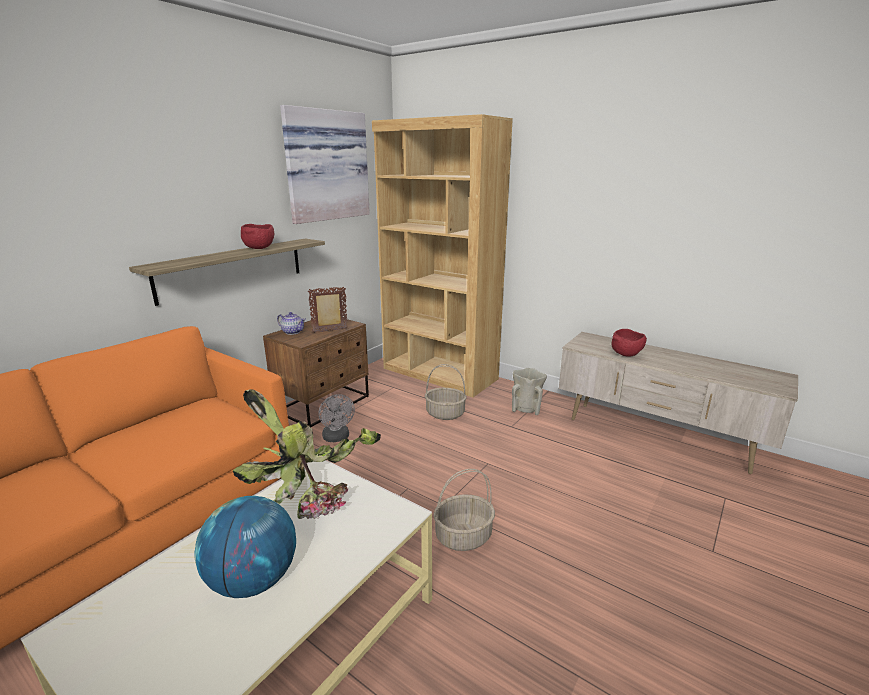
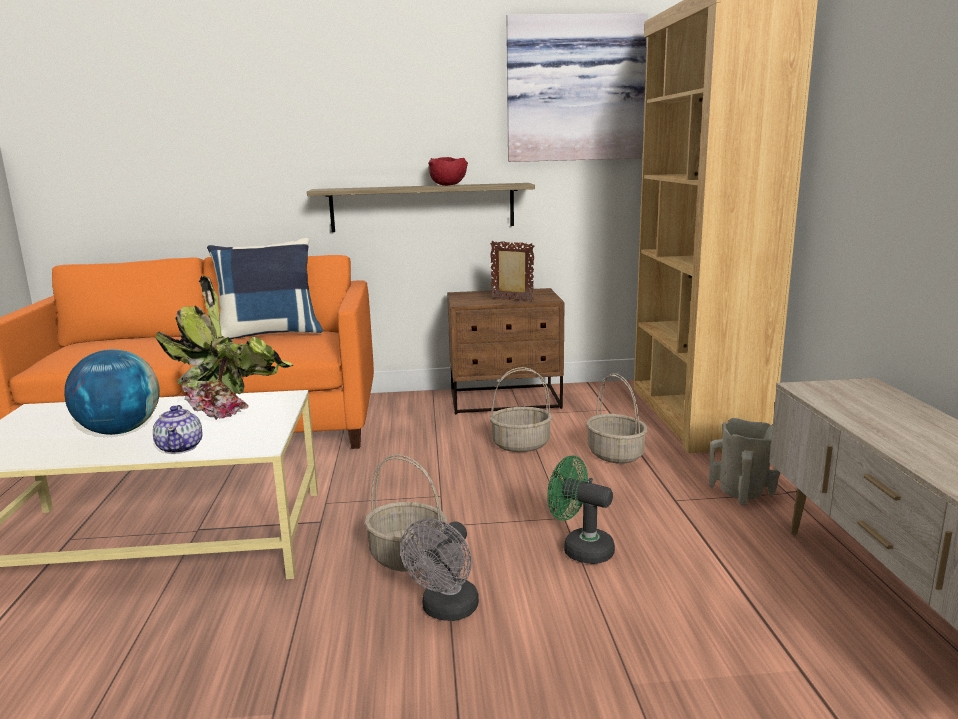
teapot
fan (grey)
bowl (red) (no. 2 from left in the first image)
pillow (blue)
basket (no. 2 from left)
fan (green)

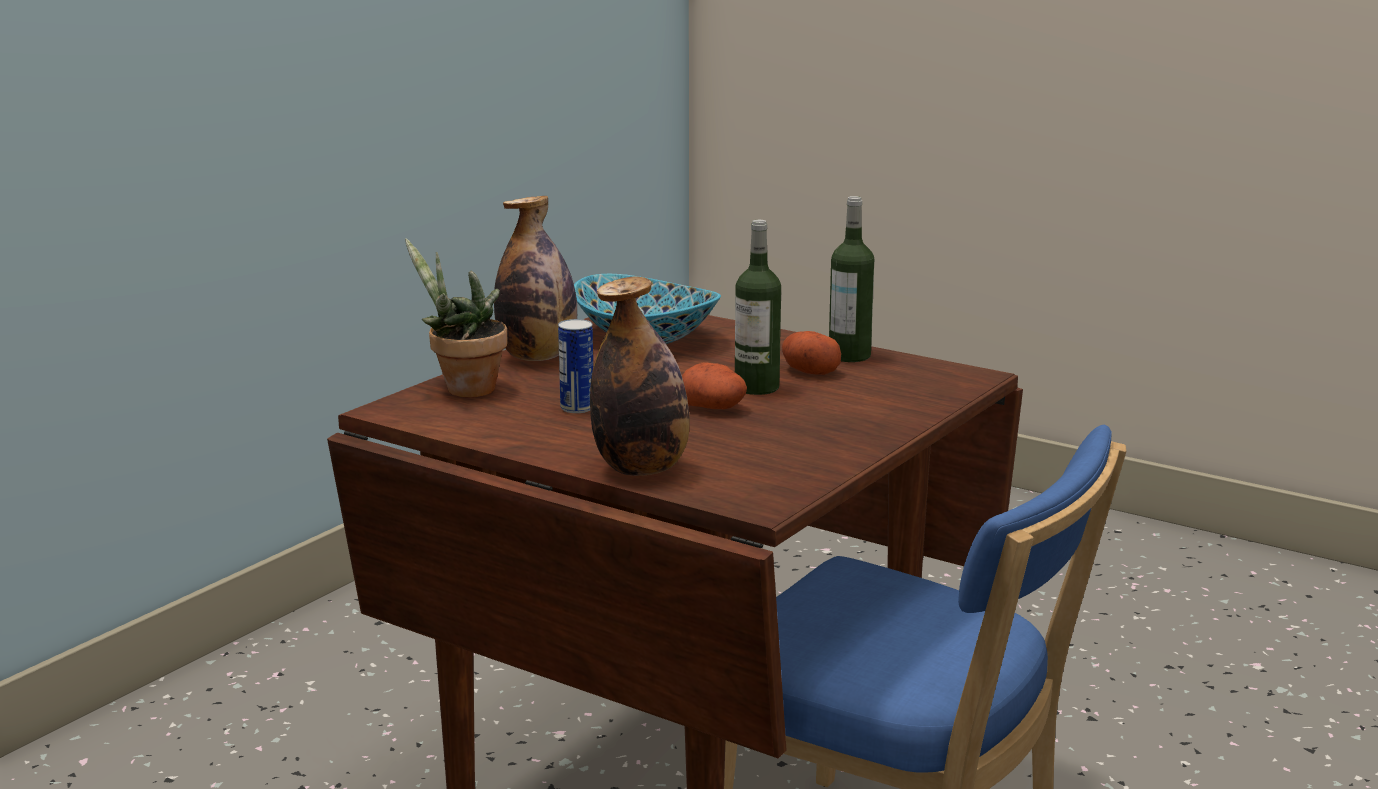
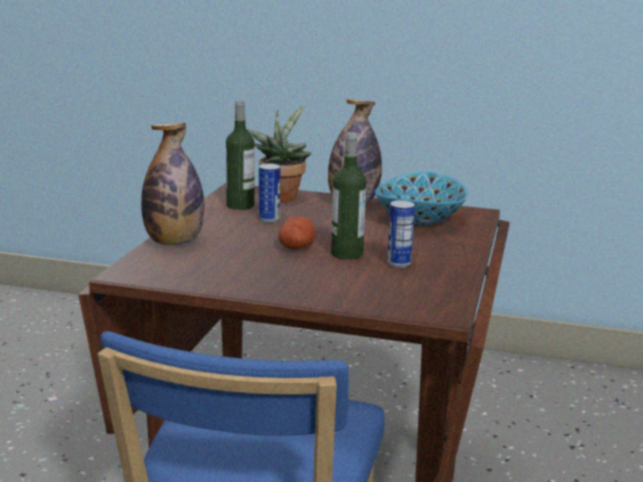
can (no. 2 from left)
bottle (no. 2 from left)

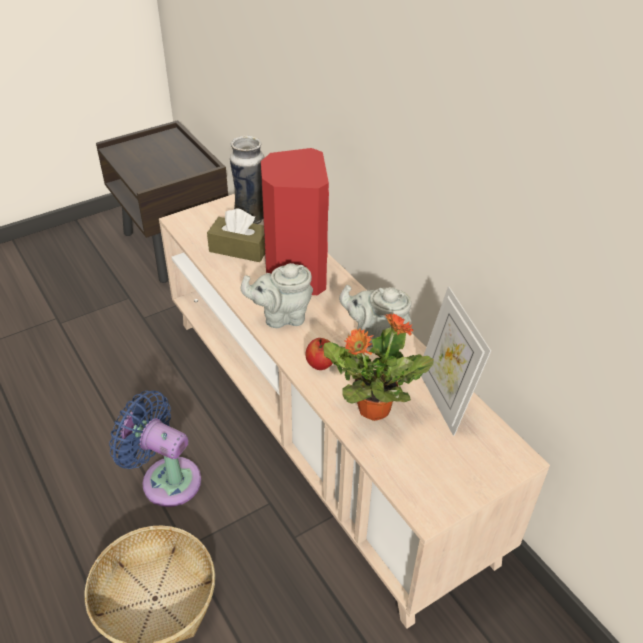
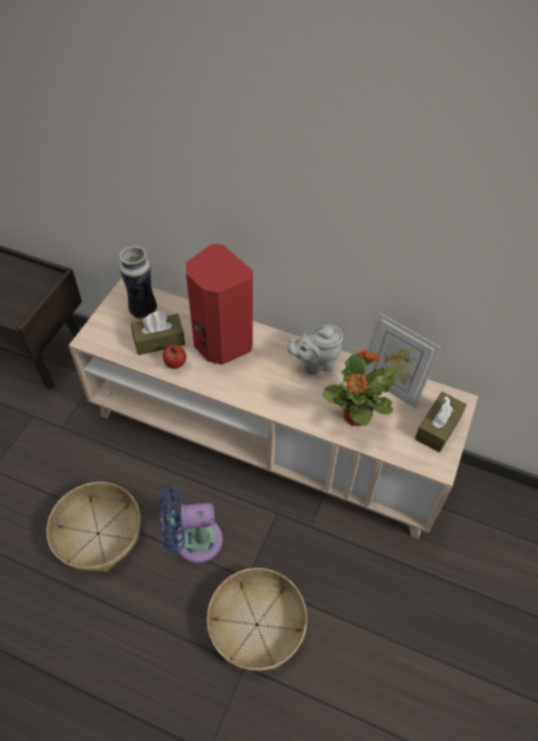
teapot (grey) (no. 1 from left in the first image)
apple
basket (no. 1 from left)
tissue box (brown) (no. 2 from left)

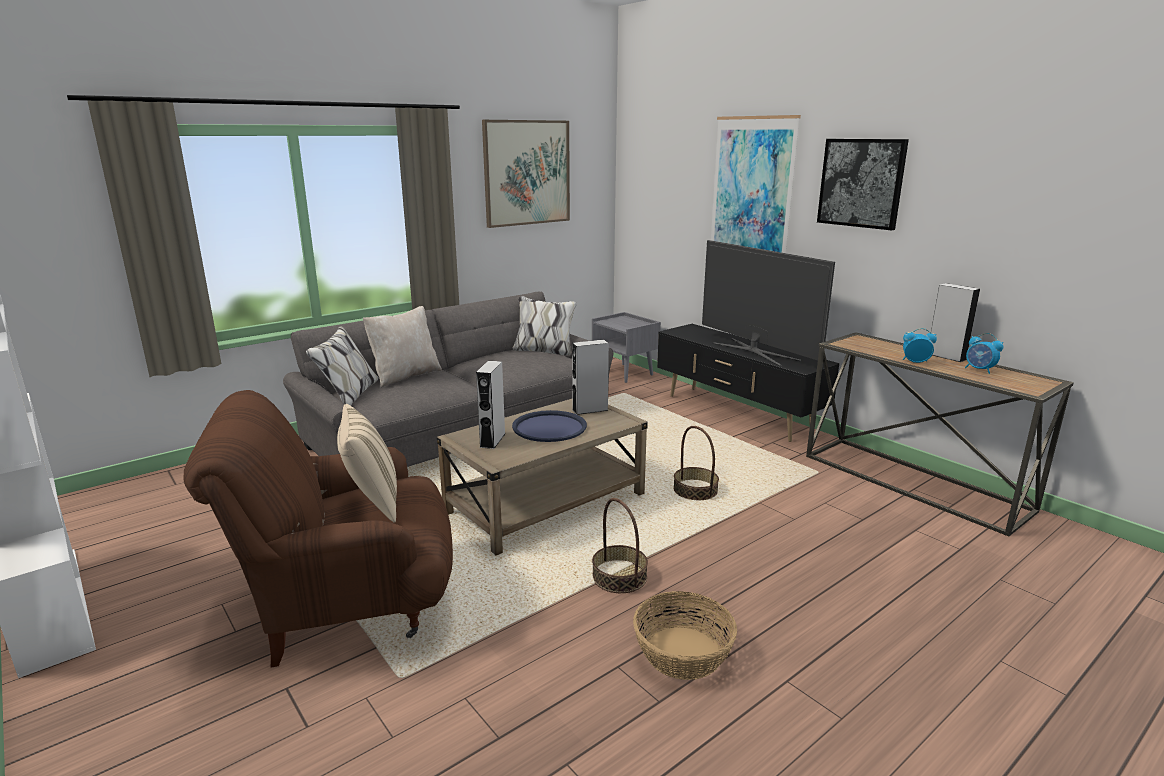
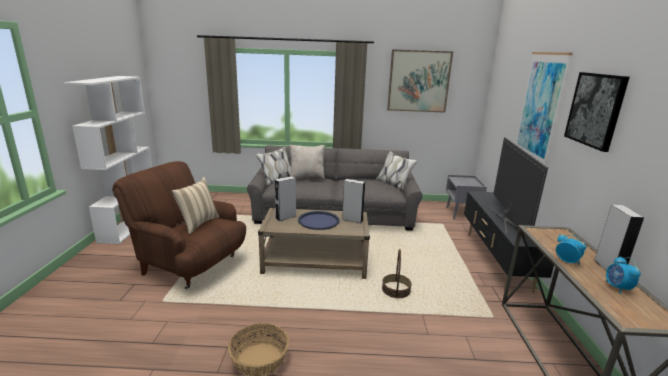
basket (no. 1 from left in the first image)

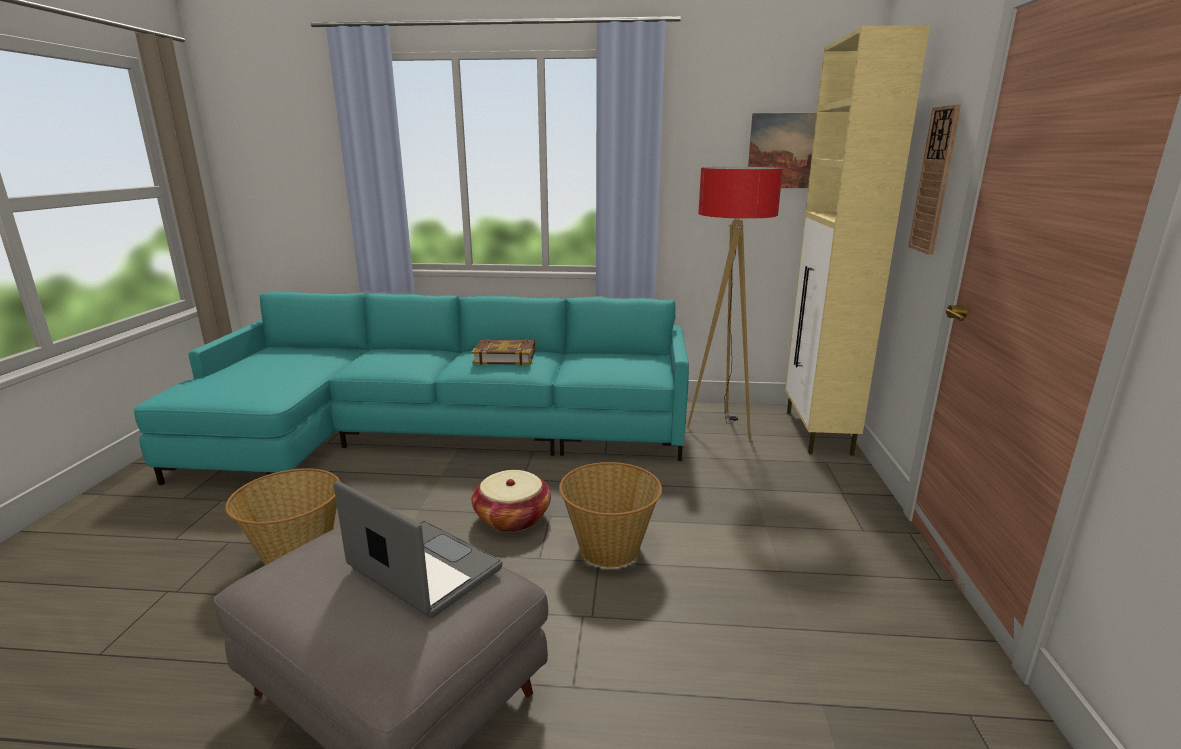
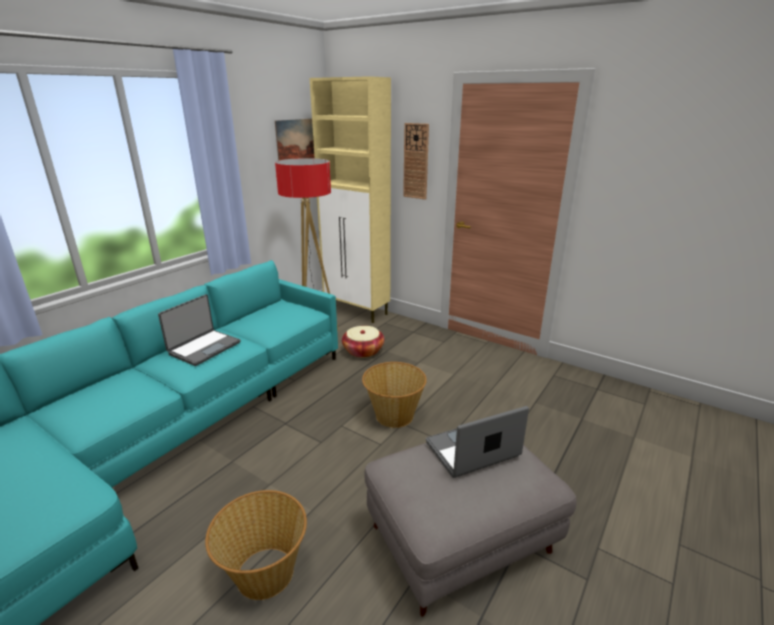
laptop (no. 1 from left)
basket (no. 2 from left)

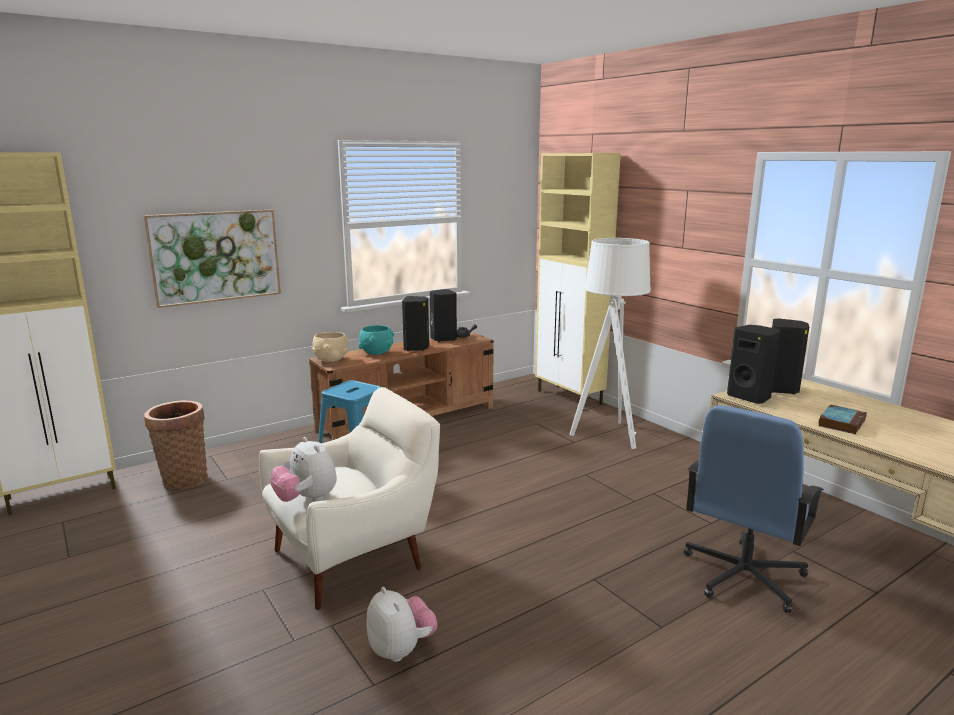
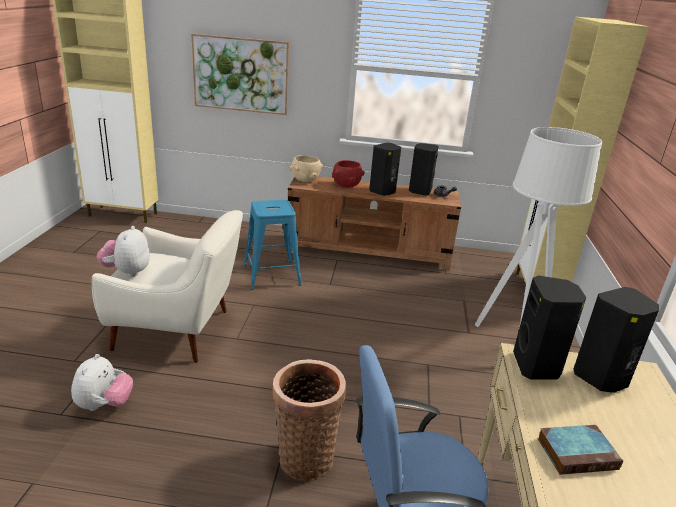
basket
bowl (red)

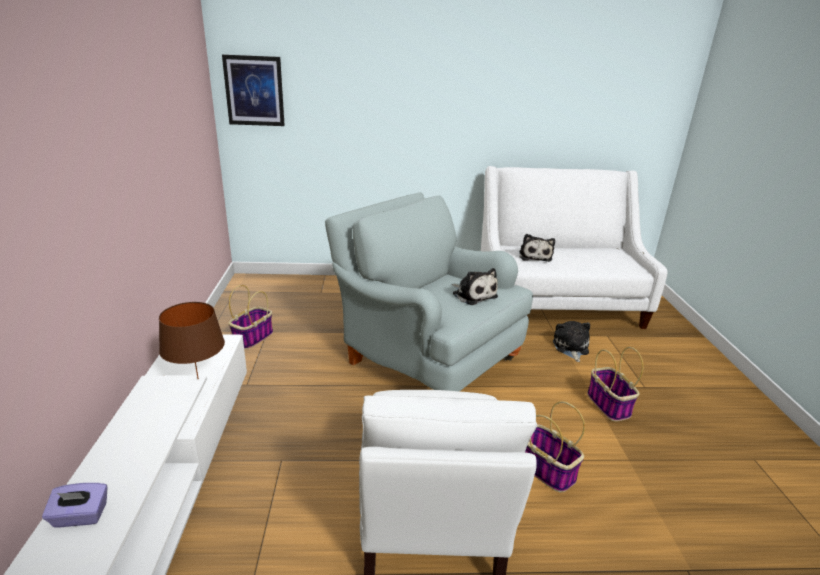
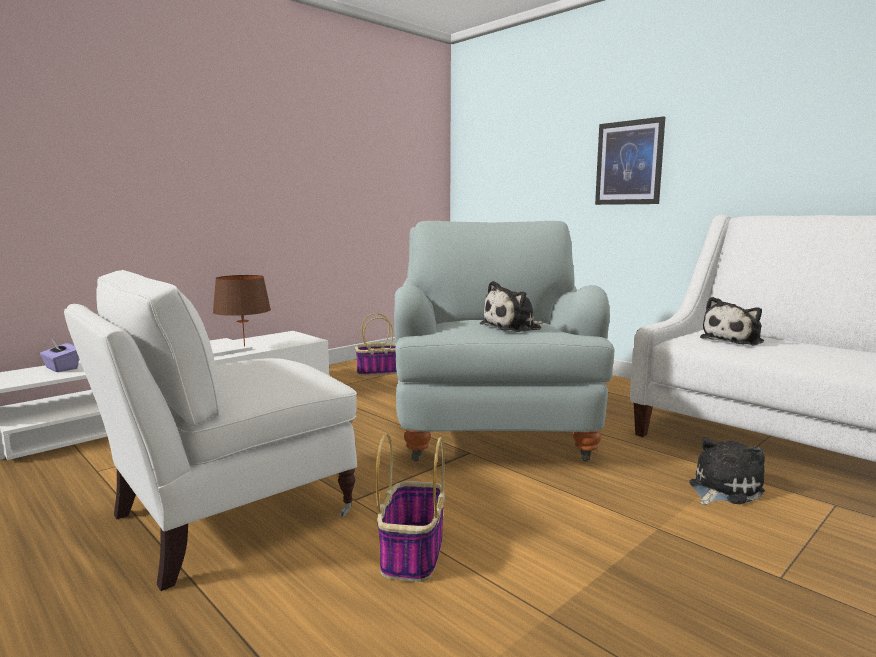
picture
plush toy (no. 1 from left)
basket (no. 3 from left in the first image)

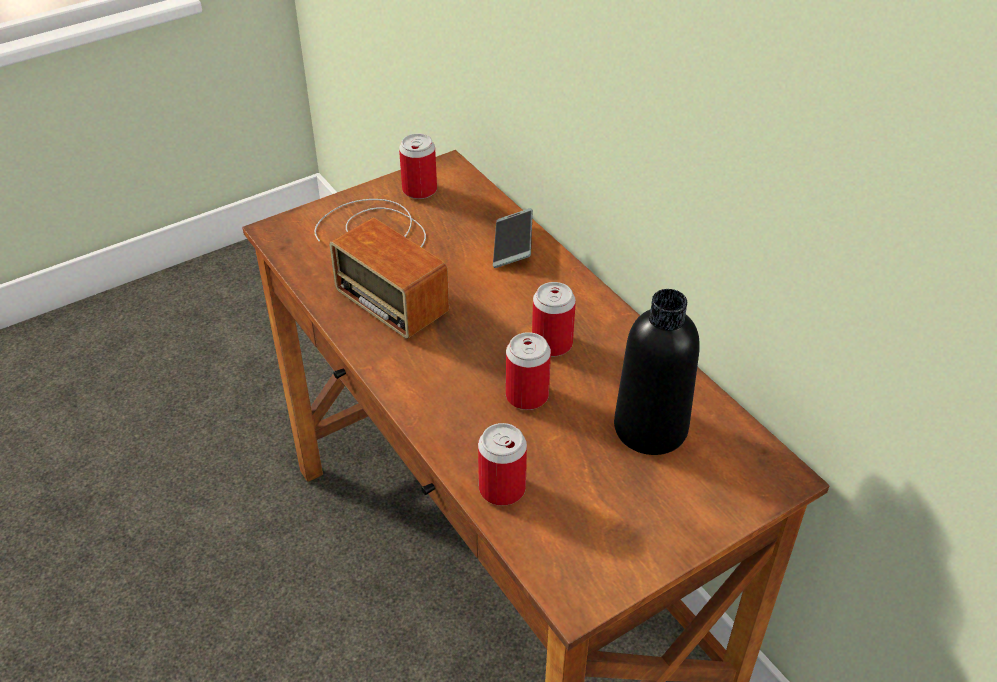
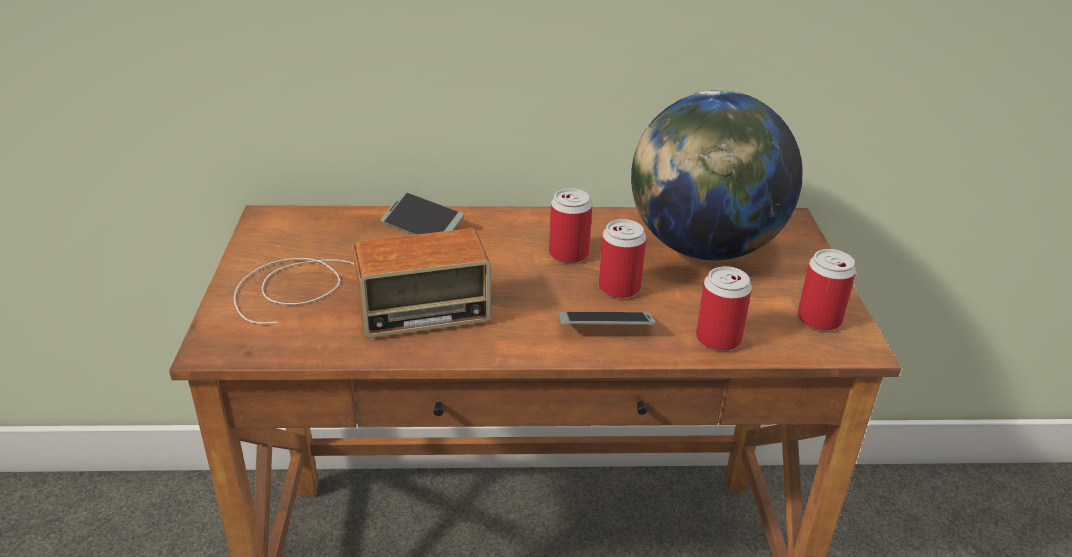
can (no. 4 from left)
globe
phone (no. 2 from left)

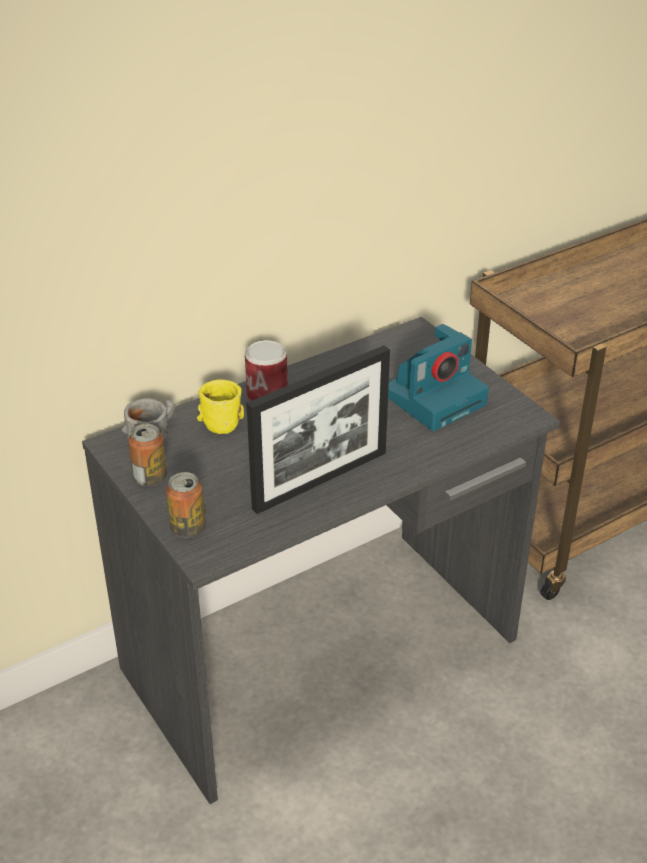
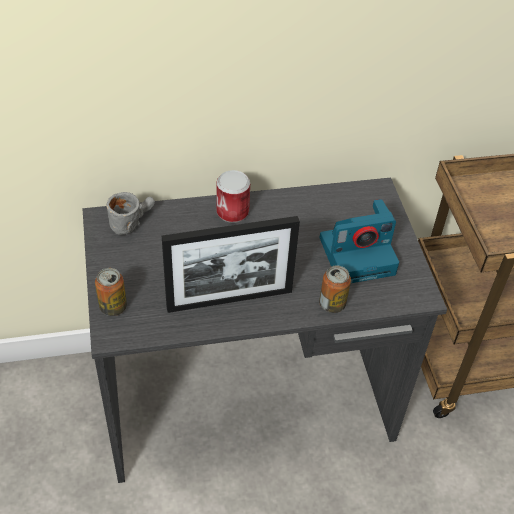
can (no. 3 from left)
mug (yellow)

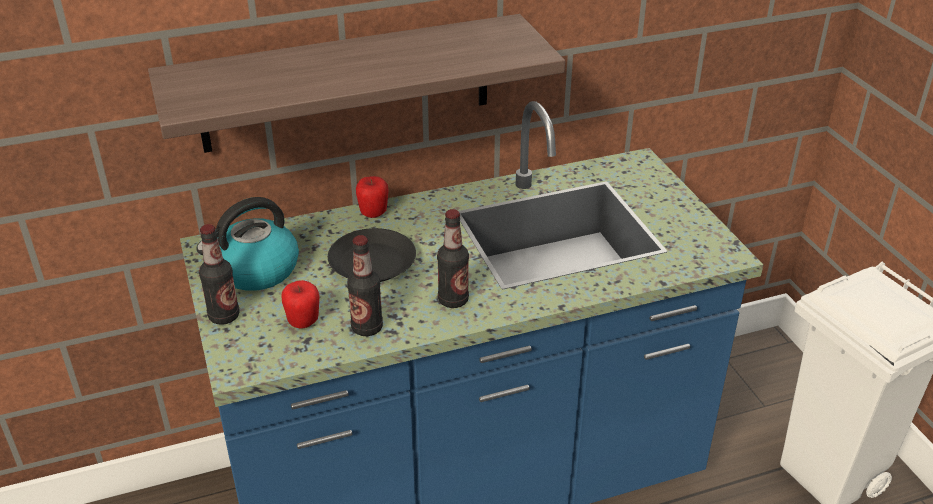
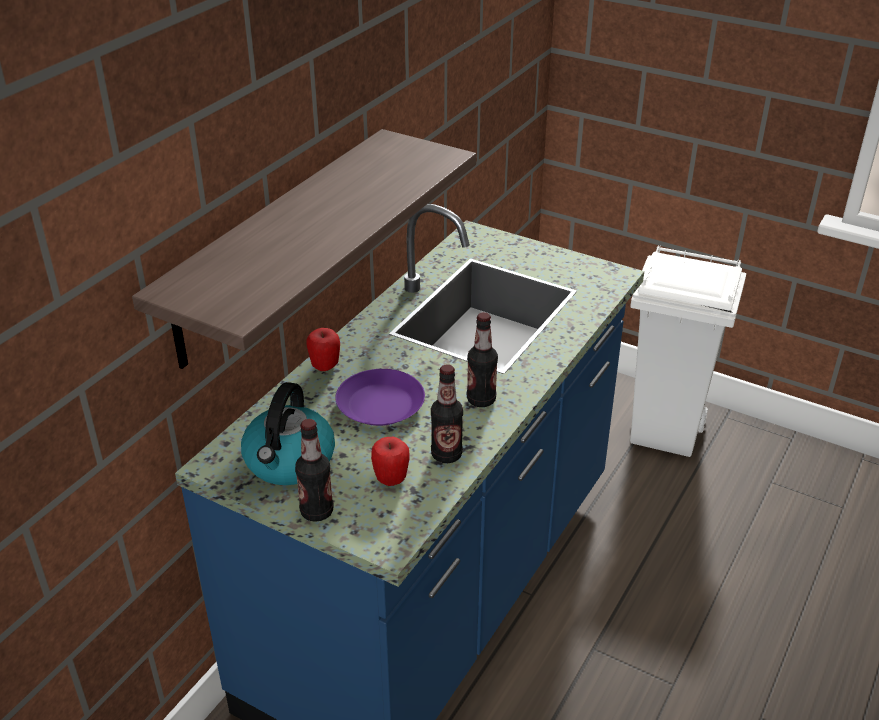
plate (purple)

